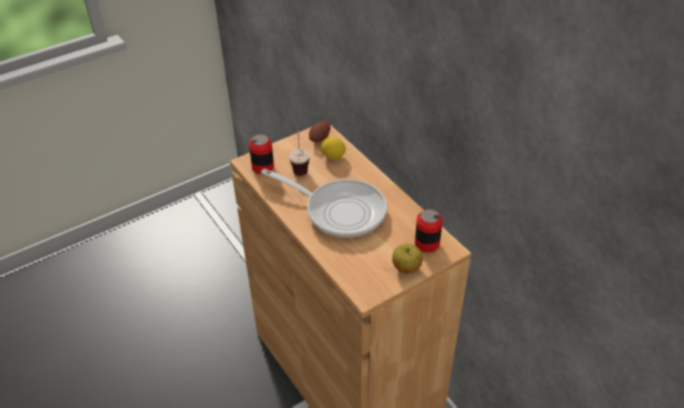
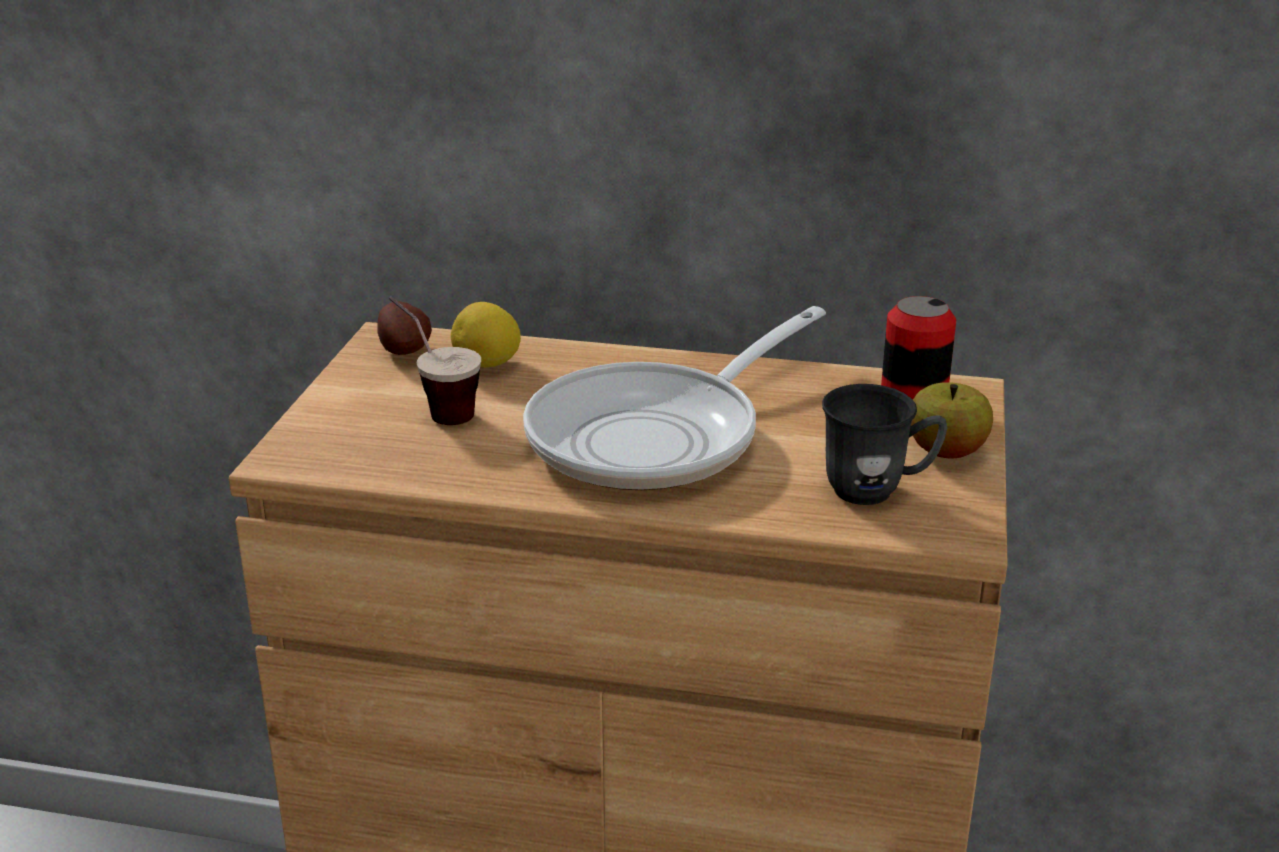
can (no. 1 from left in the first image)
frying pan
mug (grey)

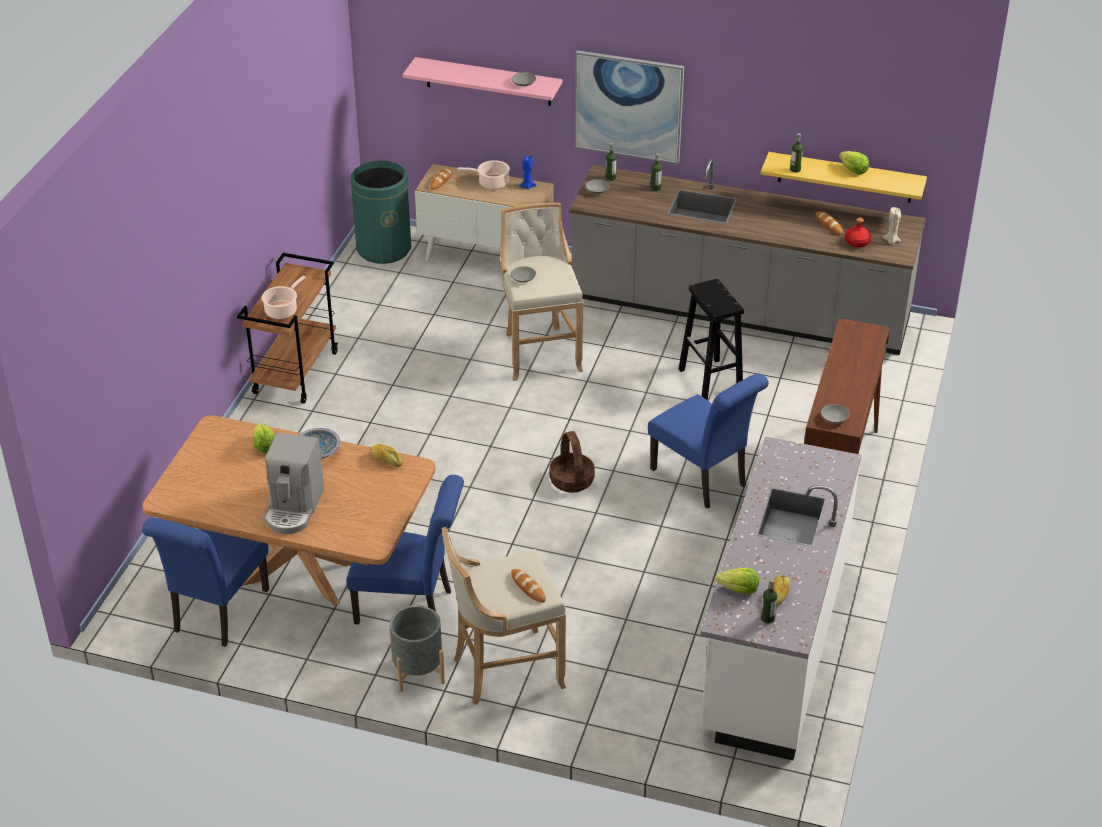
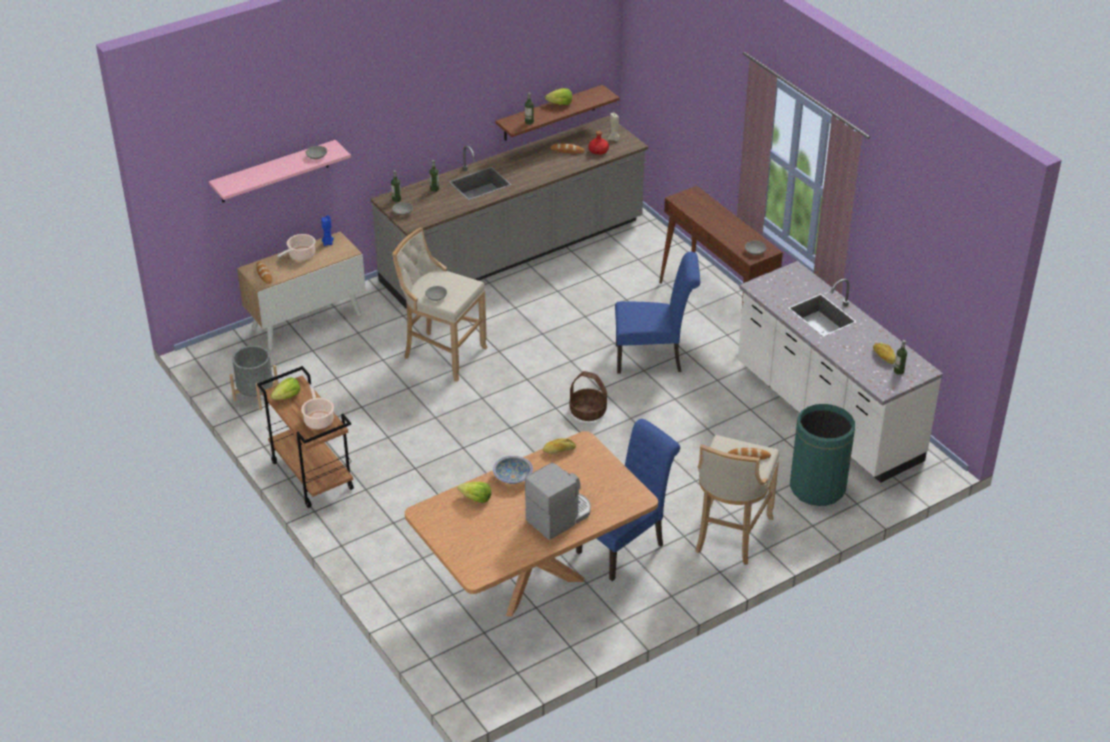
chair (blue) (no. 1 from left in the first image)
coffee machine
trash can (green)
planter (grey)
picture
stool (black)
lettuce (no. 1 from left)
shelf (brown)

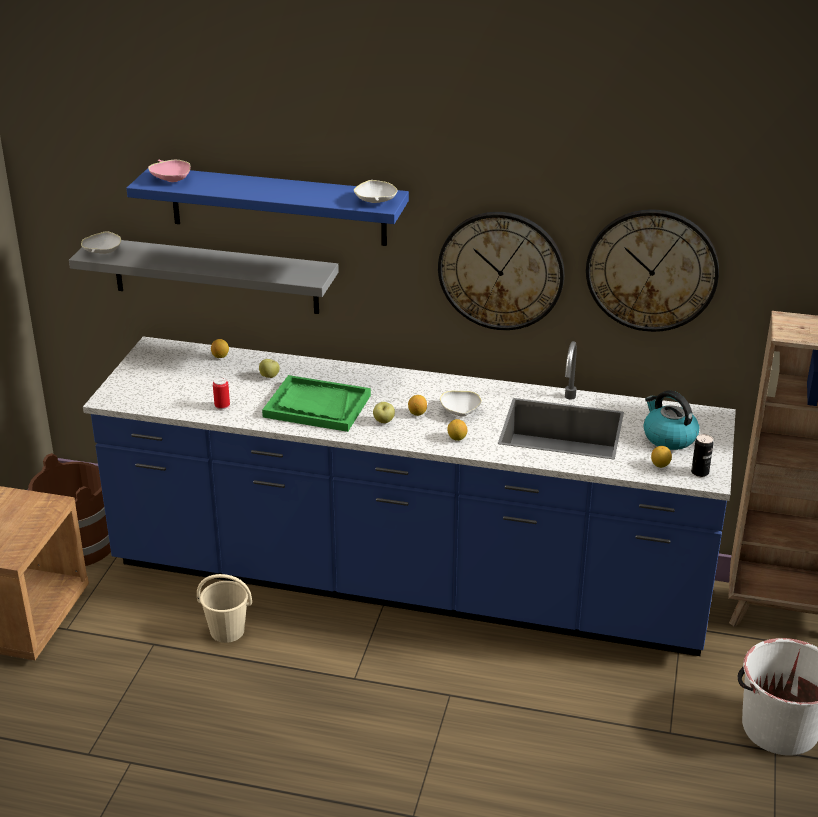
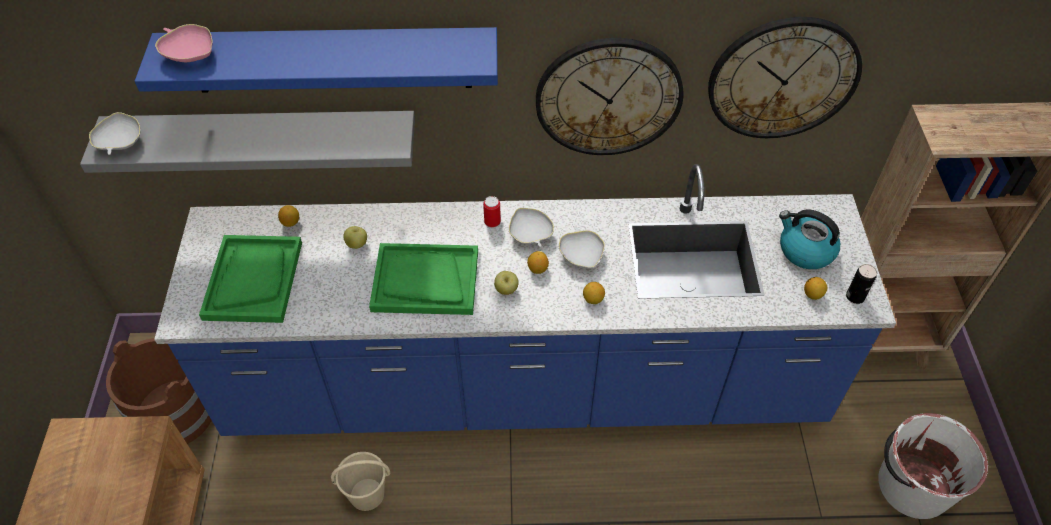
can (no. 1 from left)
bowl (white) (no. 2 from left)
tray (green) (no. 1 from left)

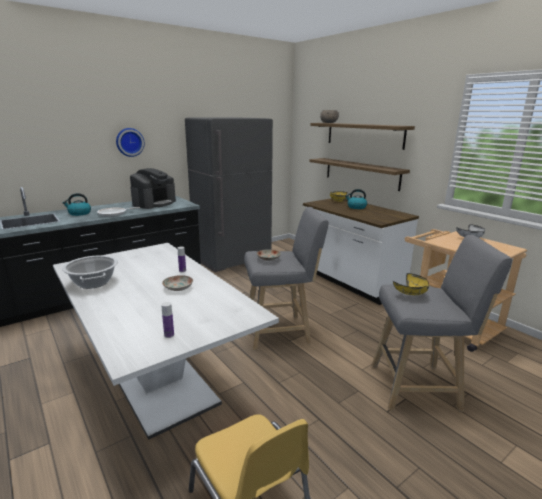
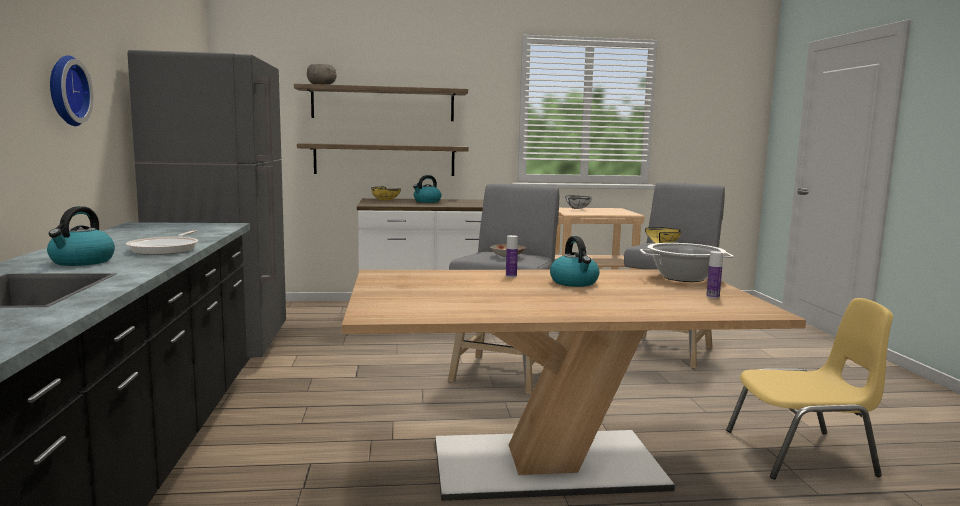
dining table (brown)
cooking pot
coffee machine
kettle (no. 3 from left)

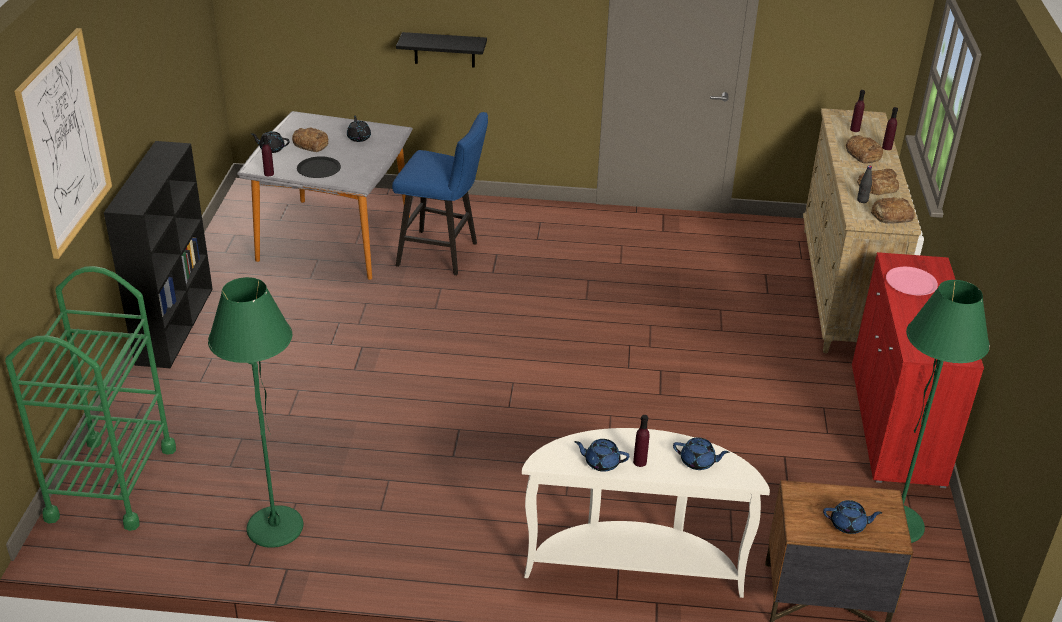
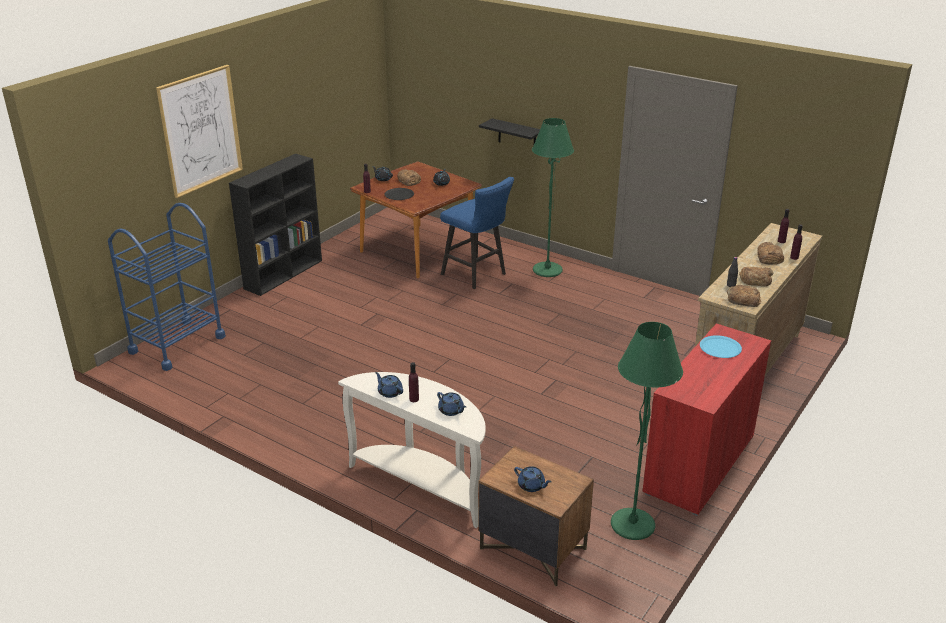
cart (blue)
floor lamp (green) (no. 1 from left)
dining table (brown)
plate (blue)

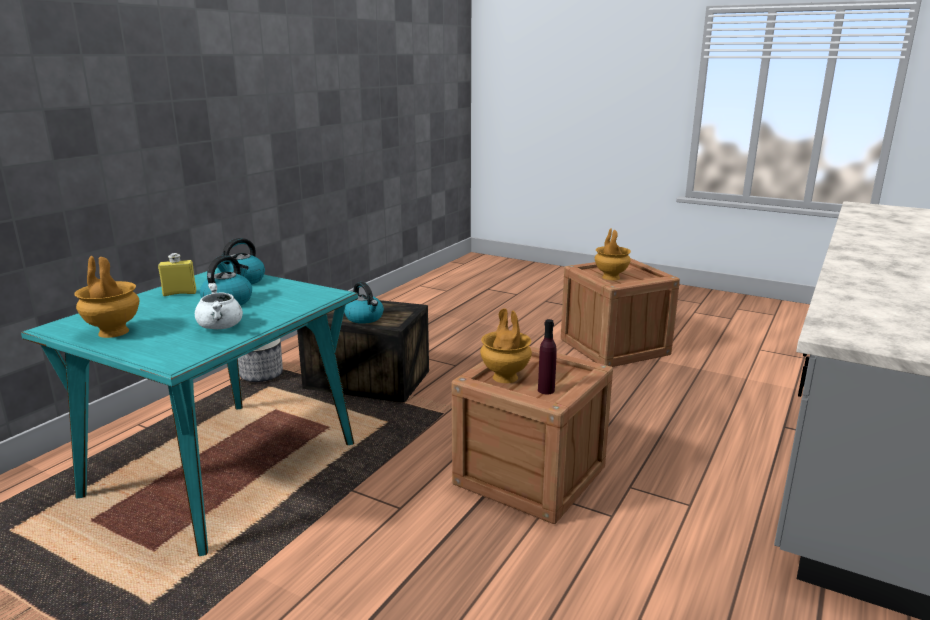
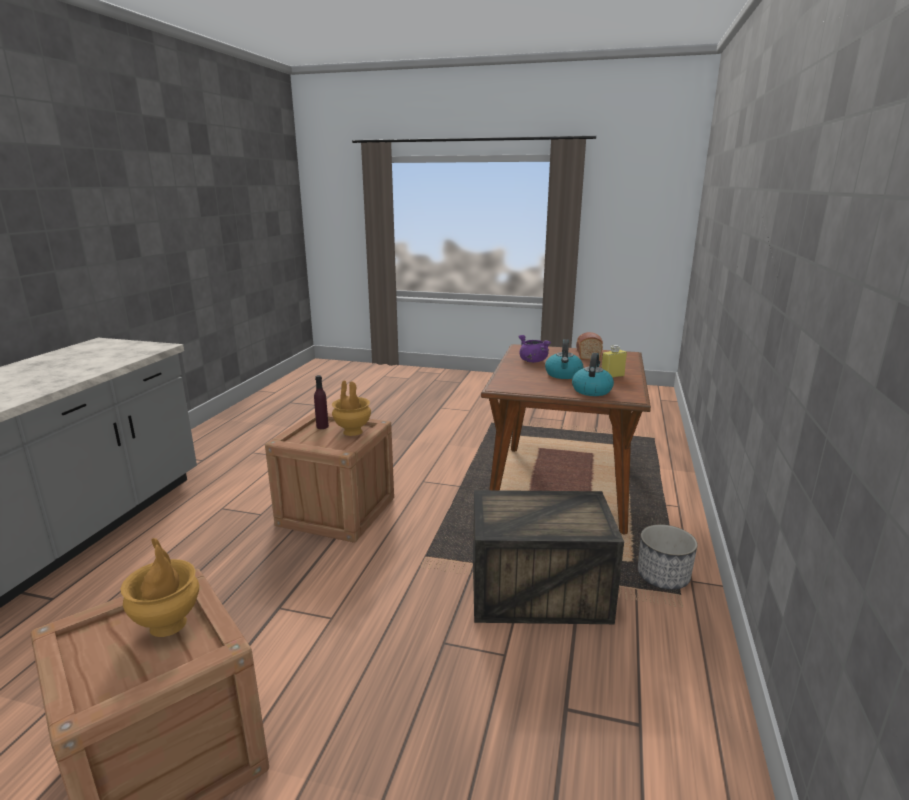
dining table (brown)
bread
cooking pot (purple)
kettle (no. 3 from left in the first image)

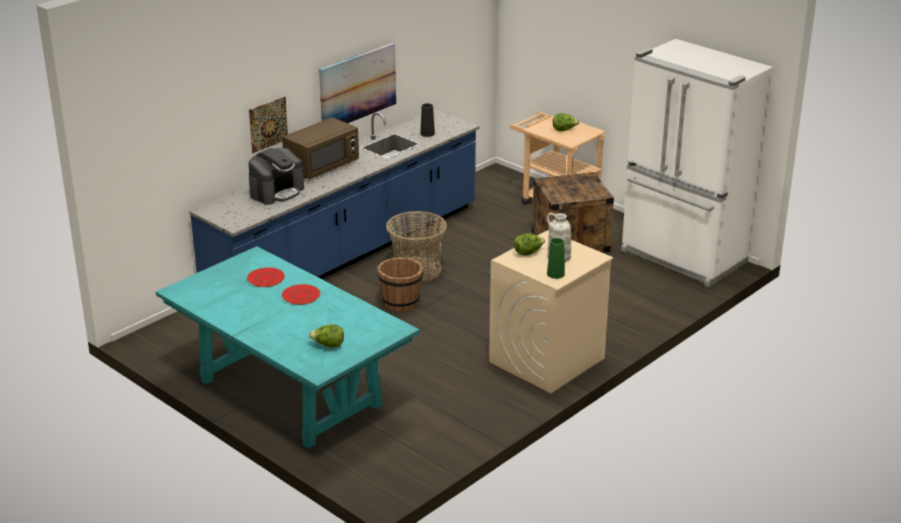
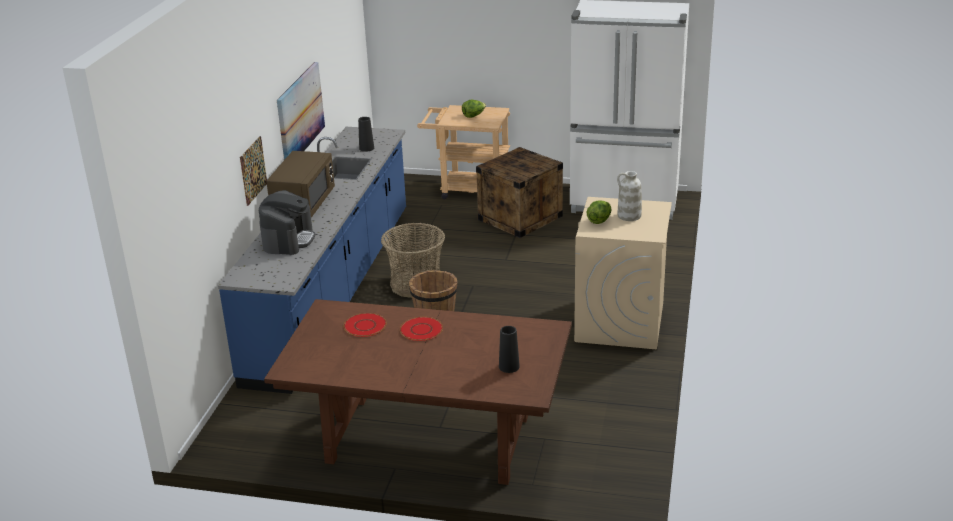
dining table (brown)
vase (black) (no. 2 from left)
vase (green)

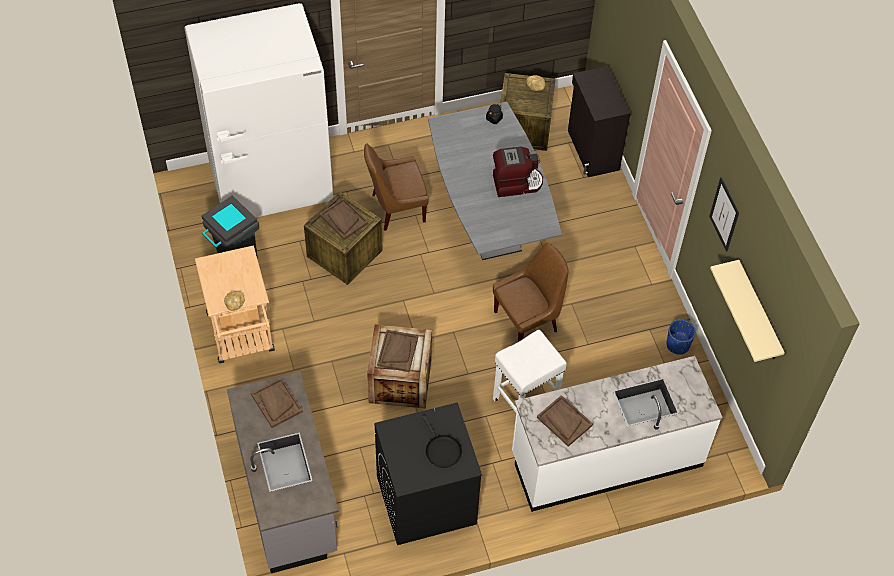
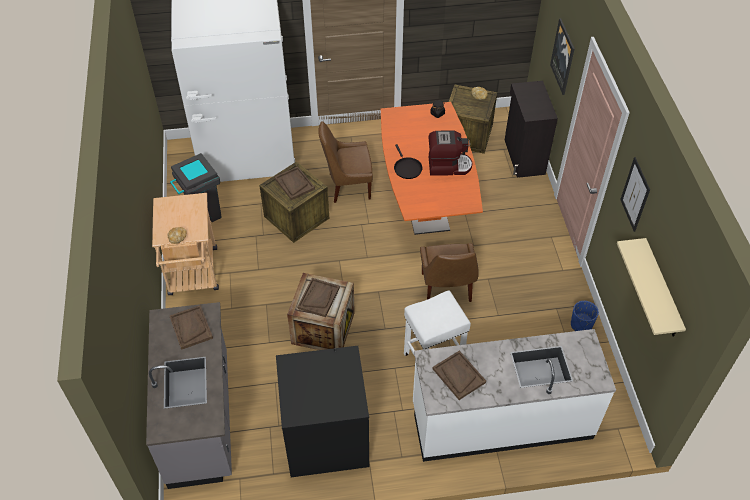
frying pan (black)
dining table (orange)
chair (brown) (no. 2 from left)
picture (no. 1 from left)

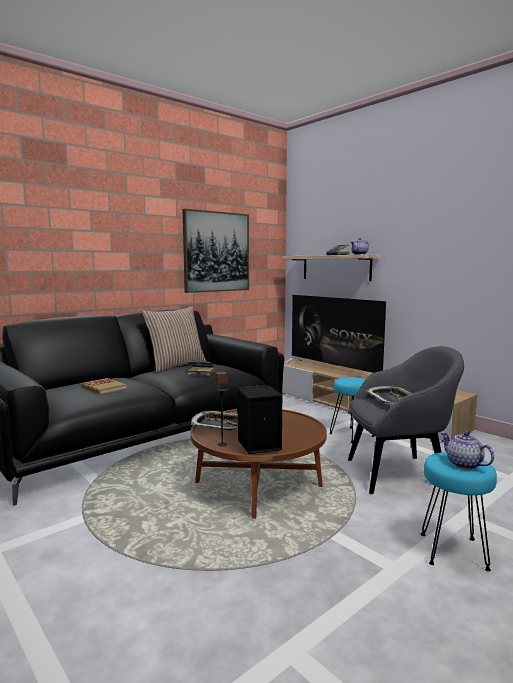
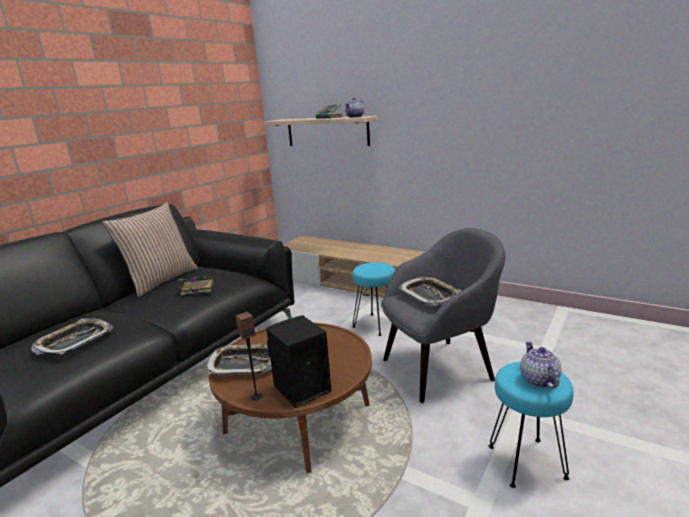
tray (no. 1 from left)
picture
television
teapot (no. 2 from left)

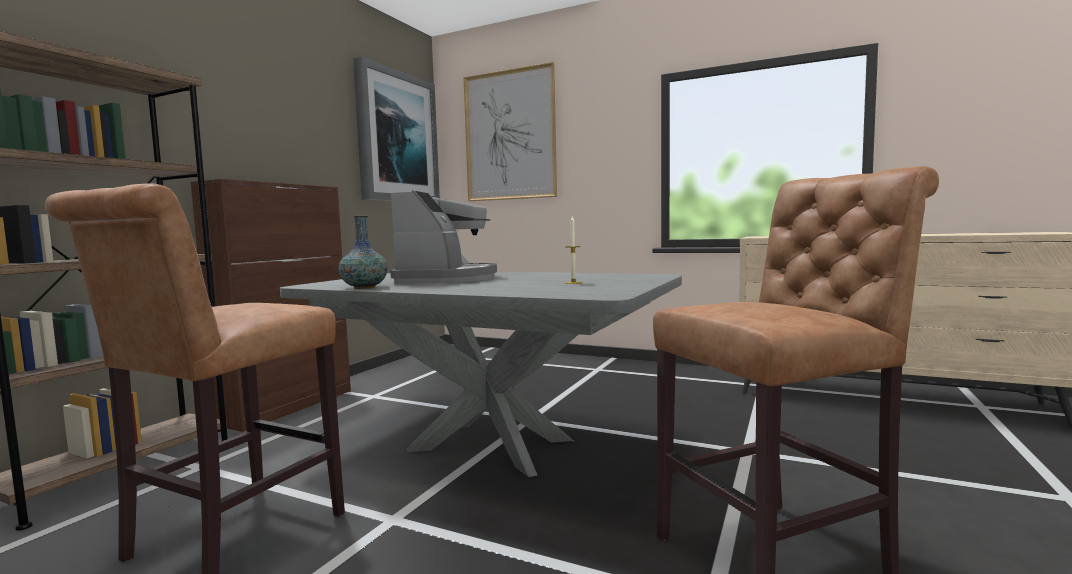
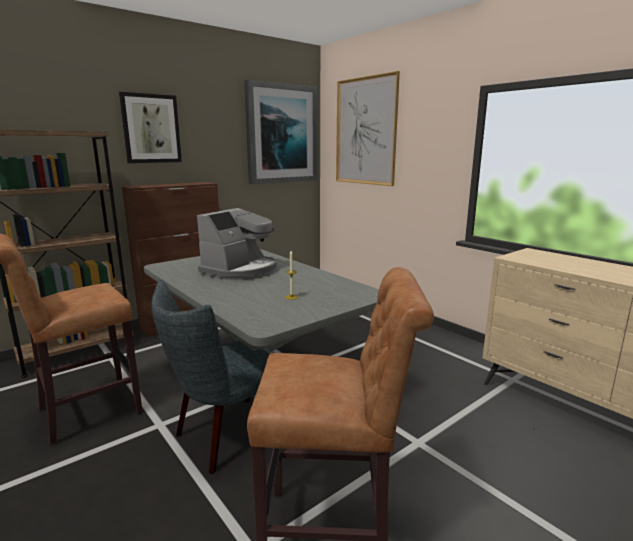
vase
picture (no. 1 from left)
chair (grey)

